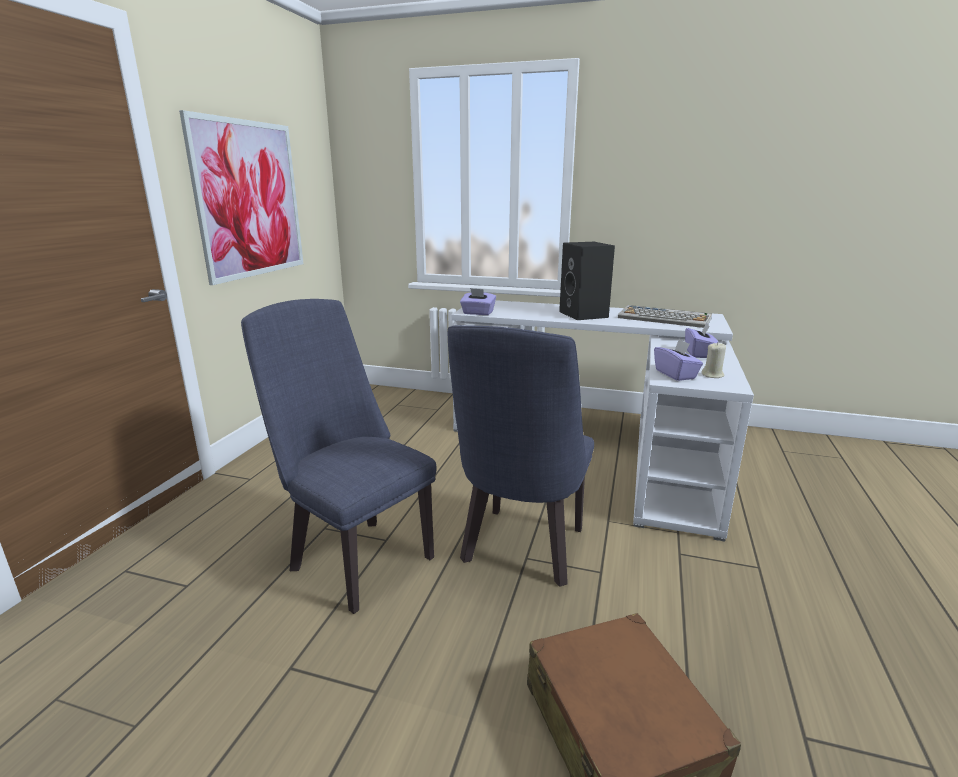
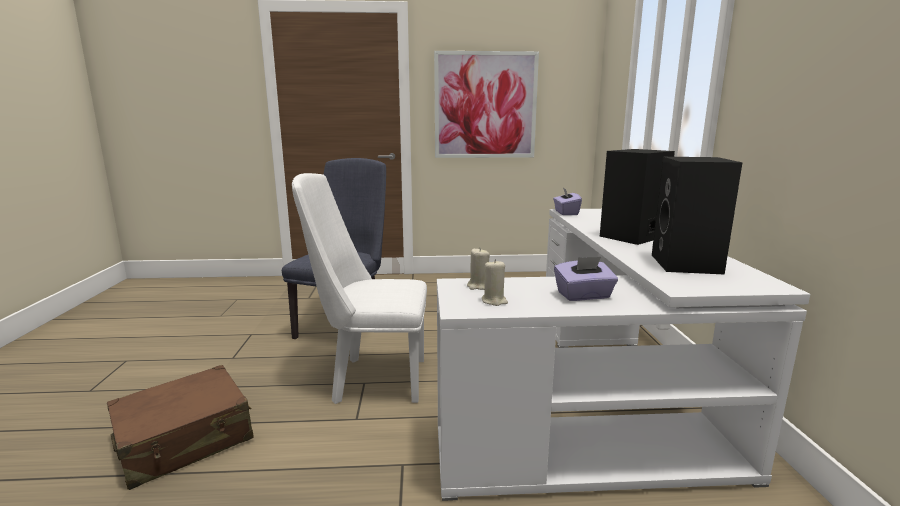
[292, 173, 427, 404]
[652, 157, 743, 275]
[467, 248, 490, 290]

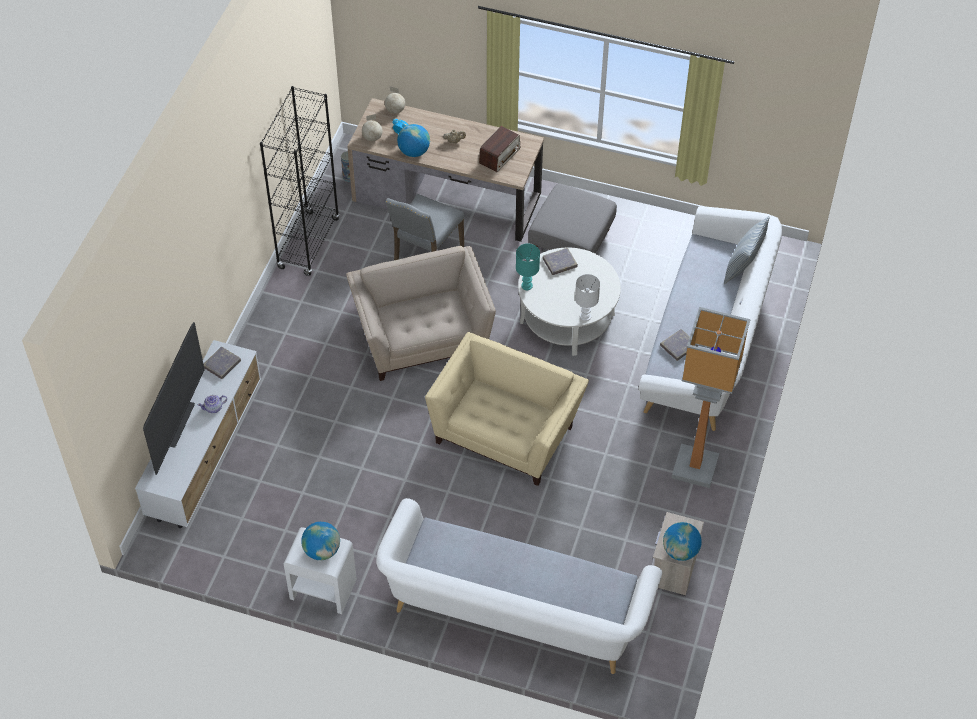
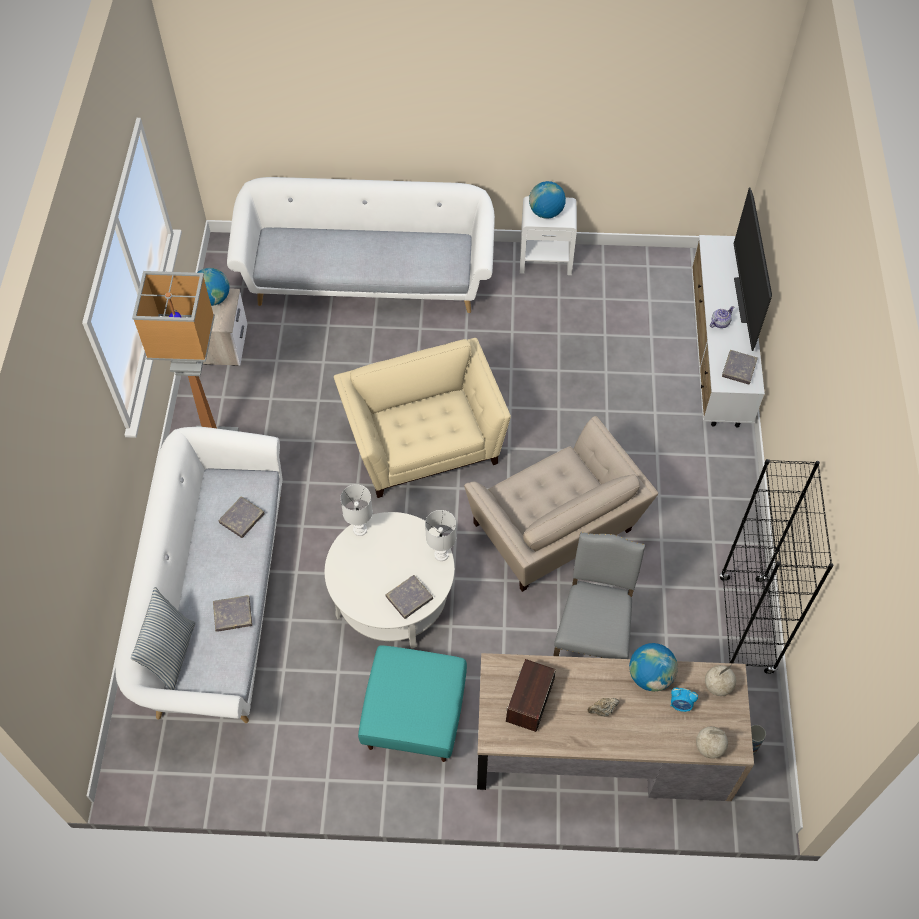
[334, 338, 511, 498]
[425, 510, 456, 561]
[358, 645, 467, 762]
[213, 595, 252, 632]

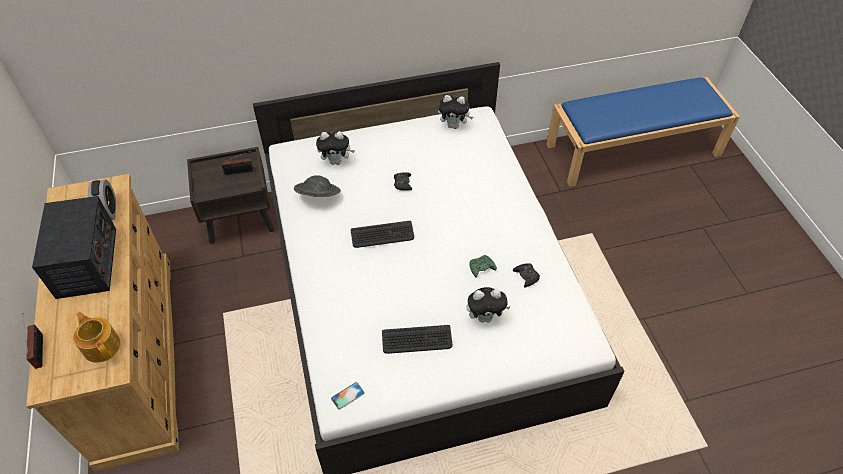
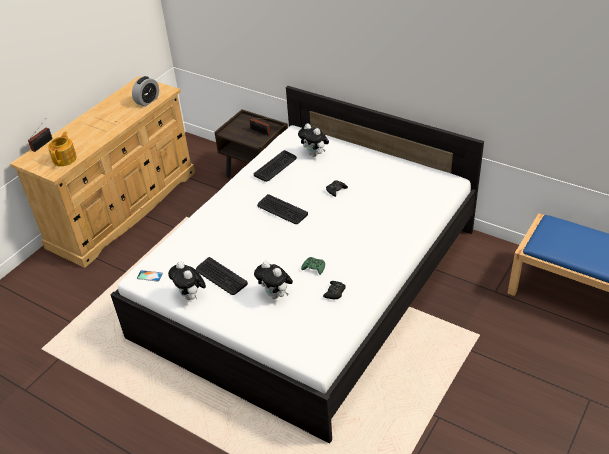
[32, 196, 116, 299] (first image)
[254, 150, 297, 182]
[168, 261, 206, 300]

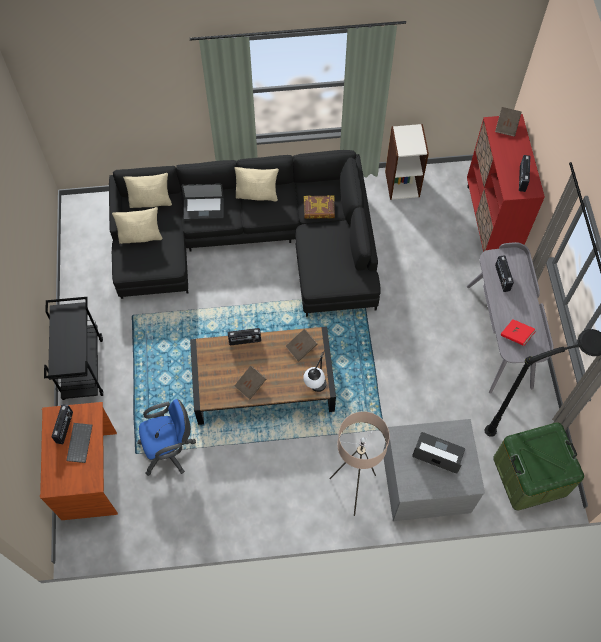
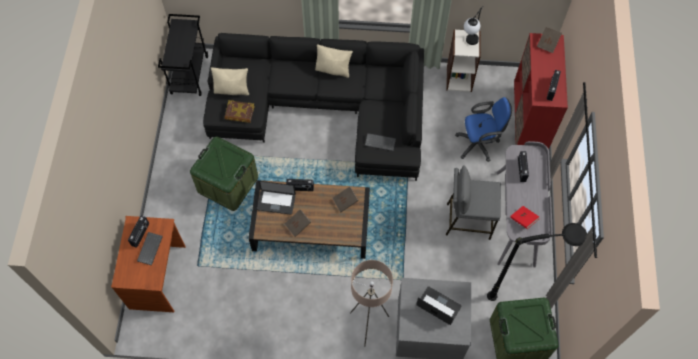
[158, 14, 208, 96]
[123, 173, 172, 208] (first image)
[455, 97, 512, 162]
[257, 181, 296, 215]
[464, 6, 483, 45]
[225, 100, 255, 123]
[190, 137, 258, 211]
[365, 133, 396, 151]
[446, 165, 501, 240]

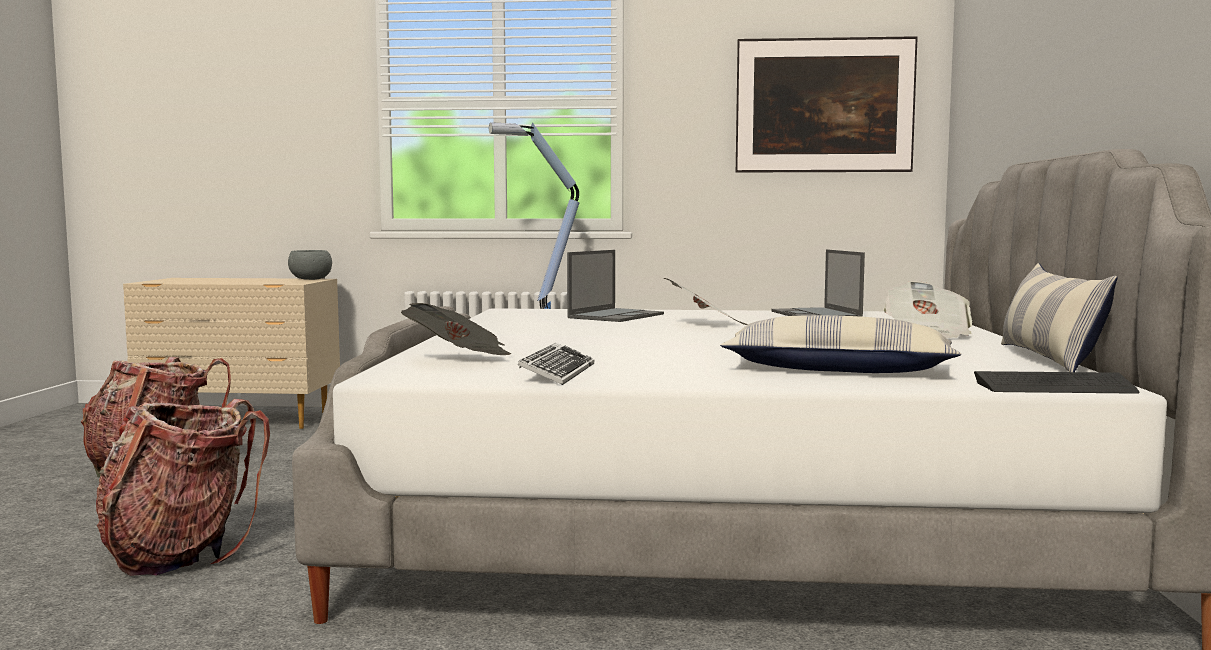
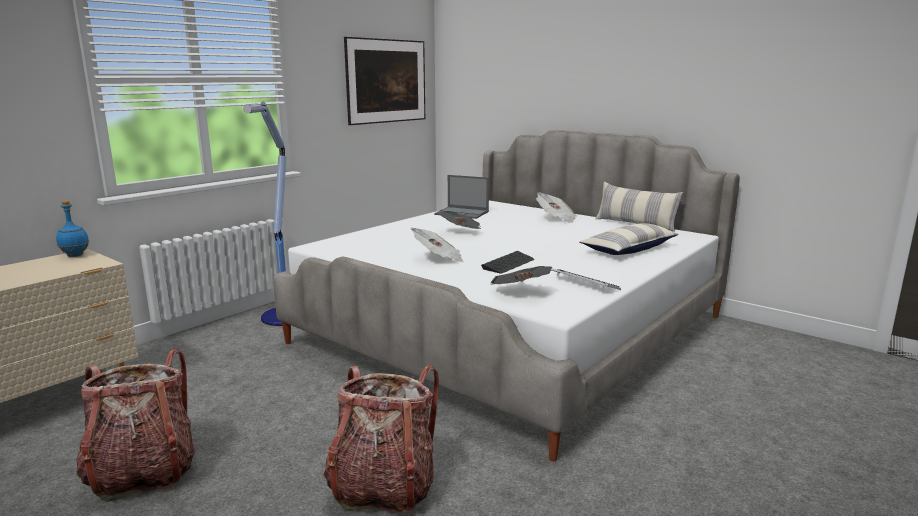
[56, 201, 89, 257]
[567, 250, 664, 322] (first image)
[481, 251, 534, 274]
[410, 228, 464, 262]

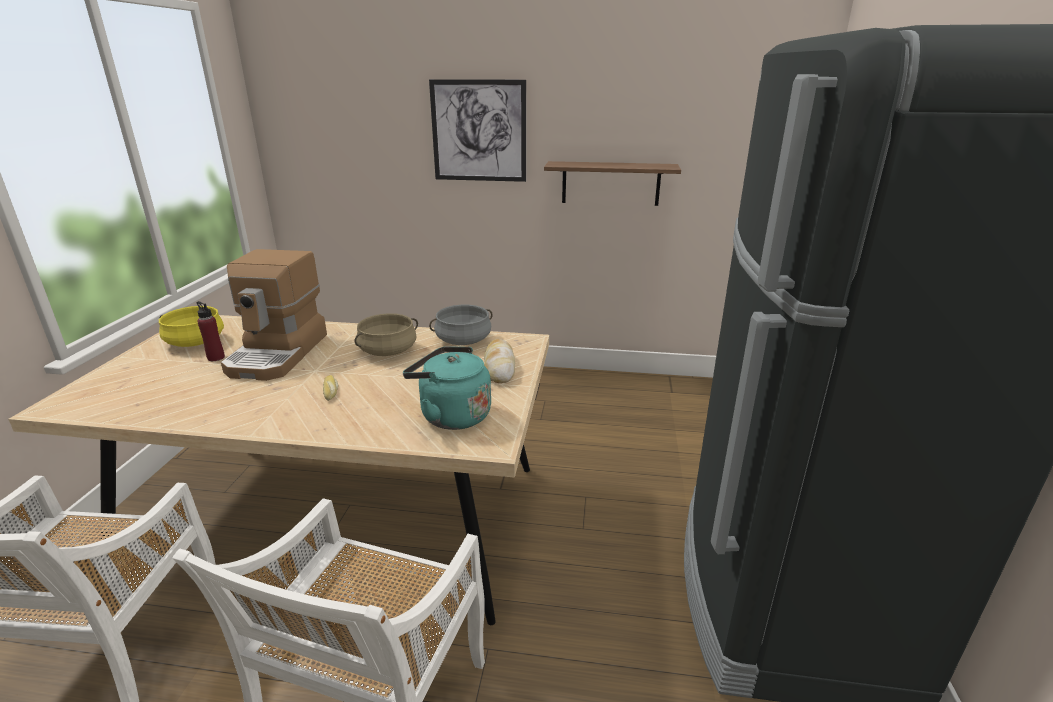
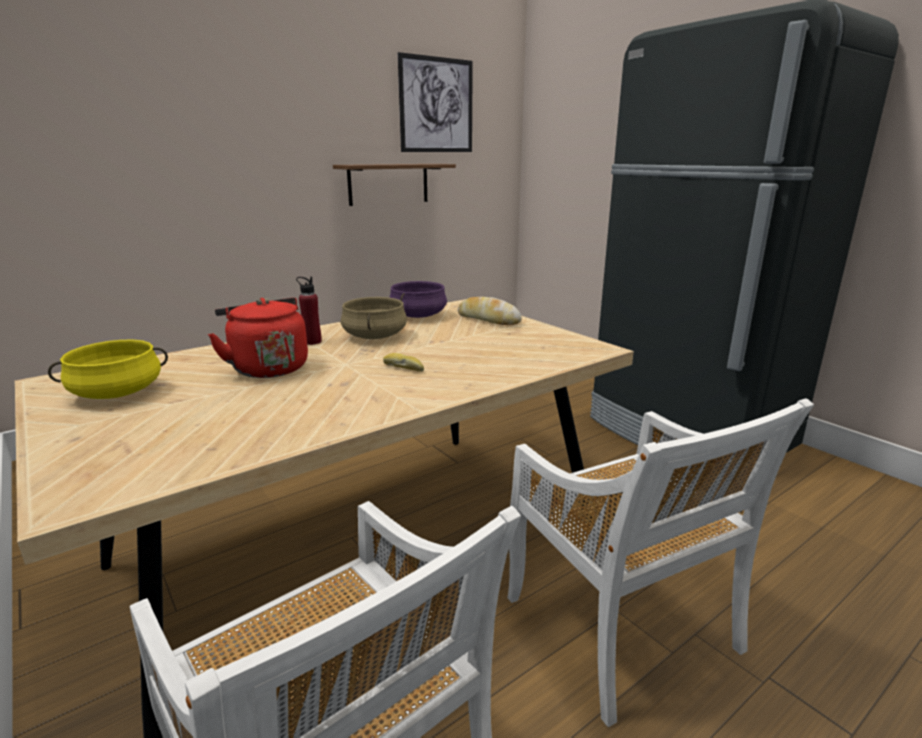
[296, 276, 322, 345]
[208, 298, 308, 378]
[403, 347, 491, 430] (first image)
[398, 52, 473, 152]
[389, 281, 447, 318]

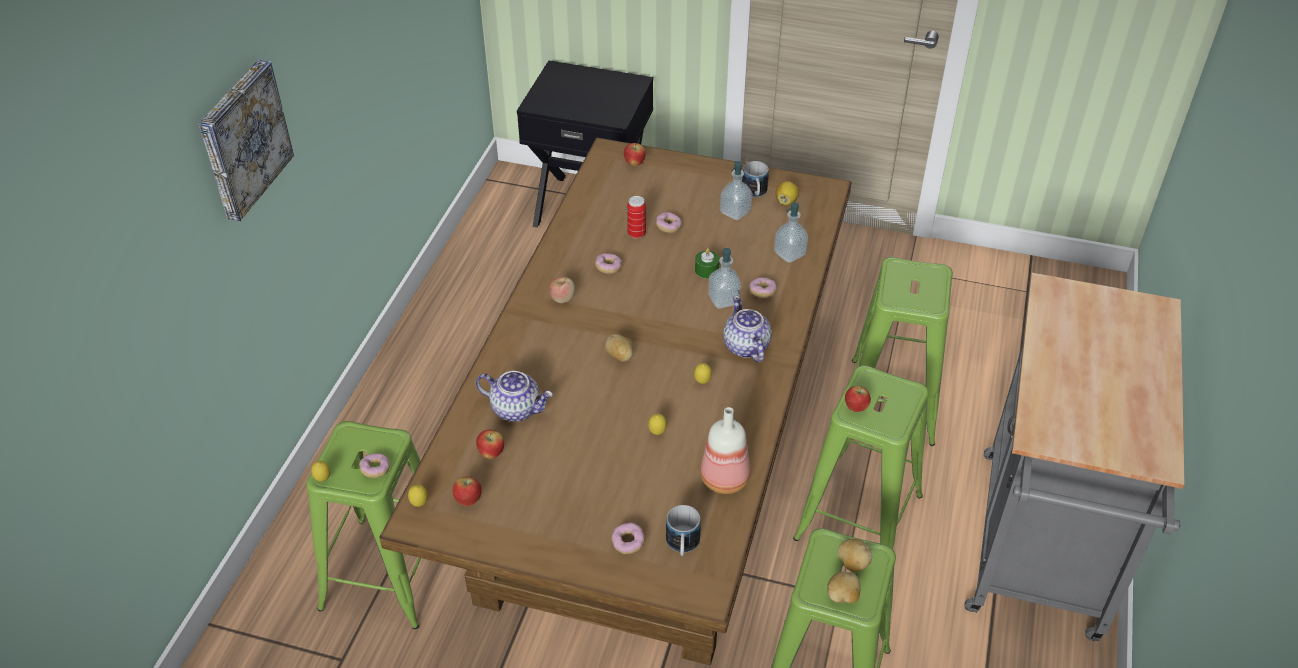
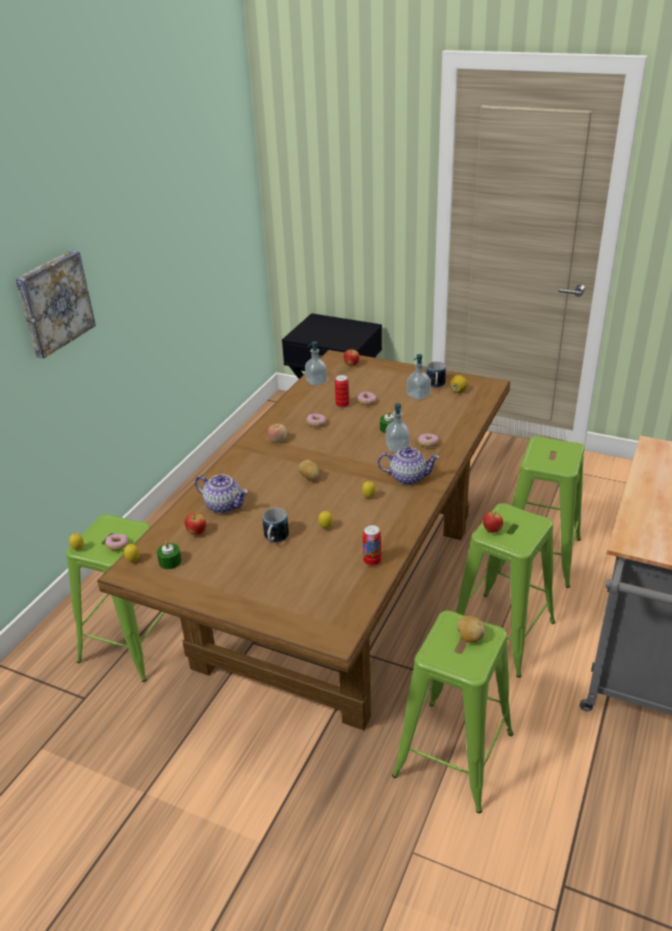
[157, 541, 182, 569]
[611, 523, 645, 554] (first image)
[262, 508, 289, 543]
[363, 525, 381, 566]
[378, 447, 440, 485]
[305, 341, 327, 386]
[827, 571, 860, 603] (first image)

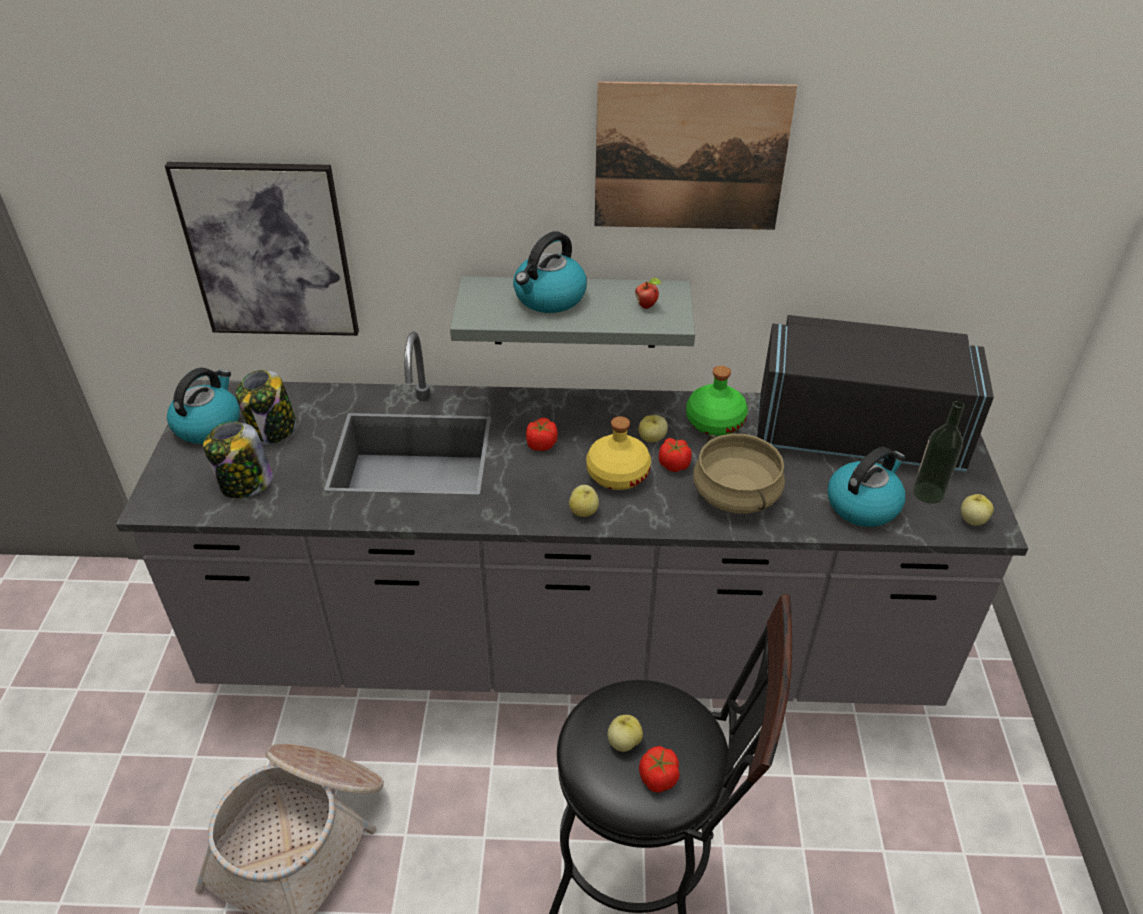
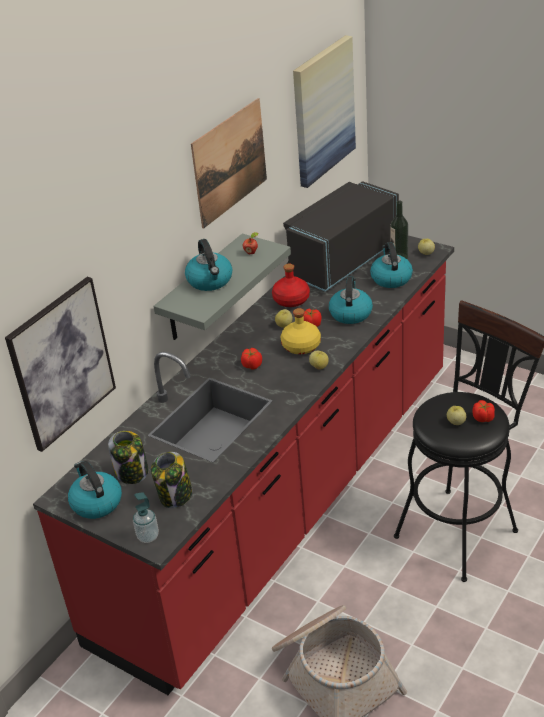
[33, 235, 454, 695]
[272, 264, 310, 307]
[329, 276, 373, 324]
[133, 492, 159, 543]
[293, 35, 356, 188]

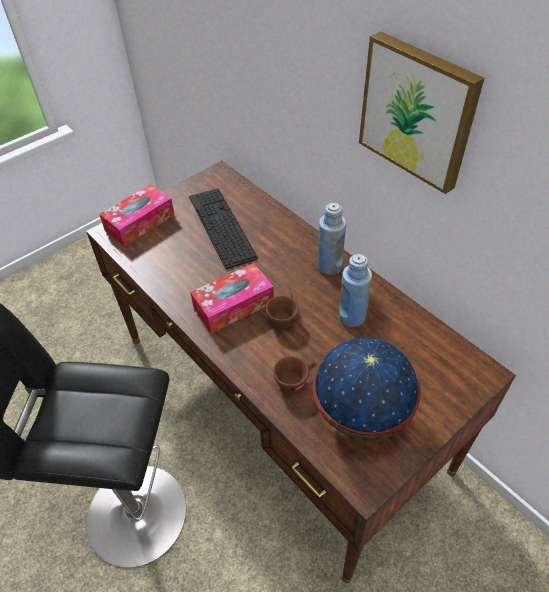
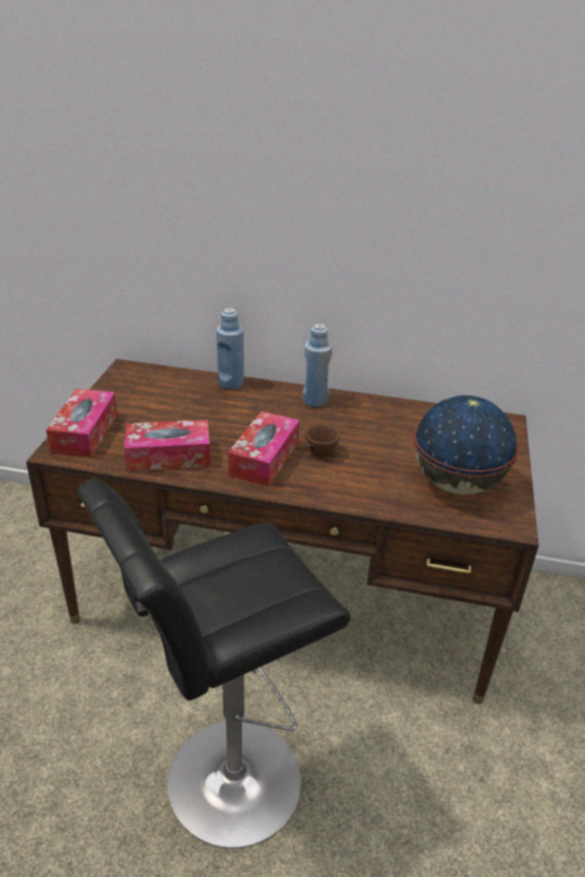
[189, 188, 258, 269] (first image)
[273, 356, 316, 393] (first image)
[216, 308, 244, 389]
[359, 31, 484, 194] (first image)
[124, 420, 210, 471]

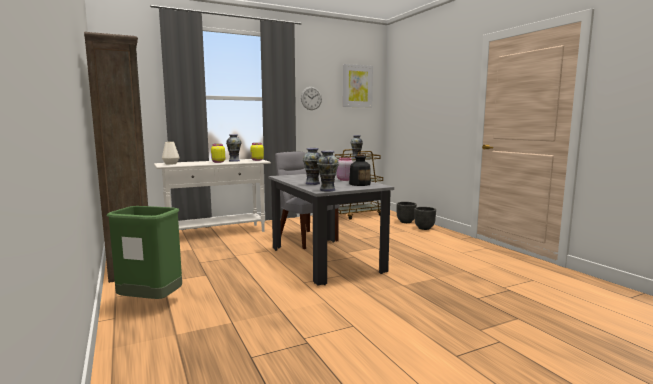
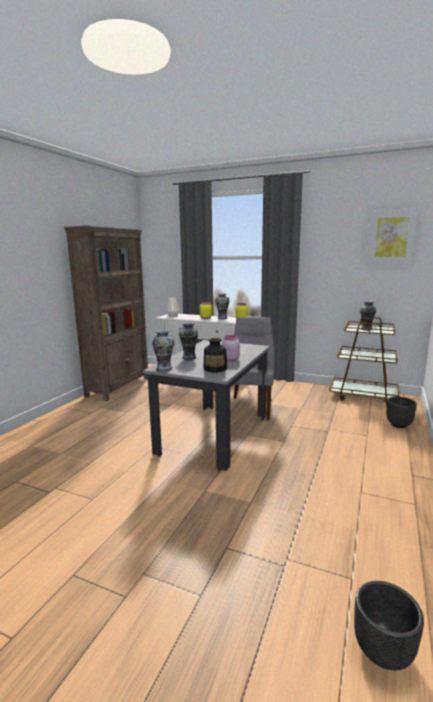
[107, 206, 182, 299] (first image)
[301, 87, 322, 110] (first image)
[354, 581, 424, 670]

